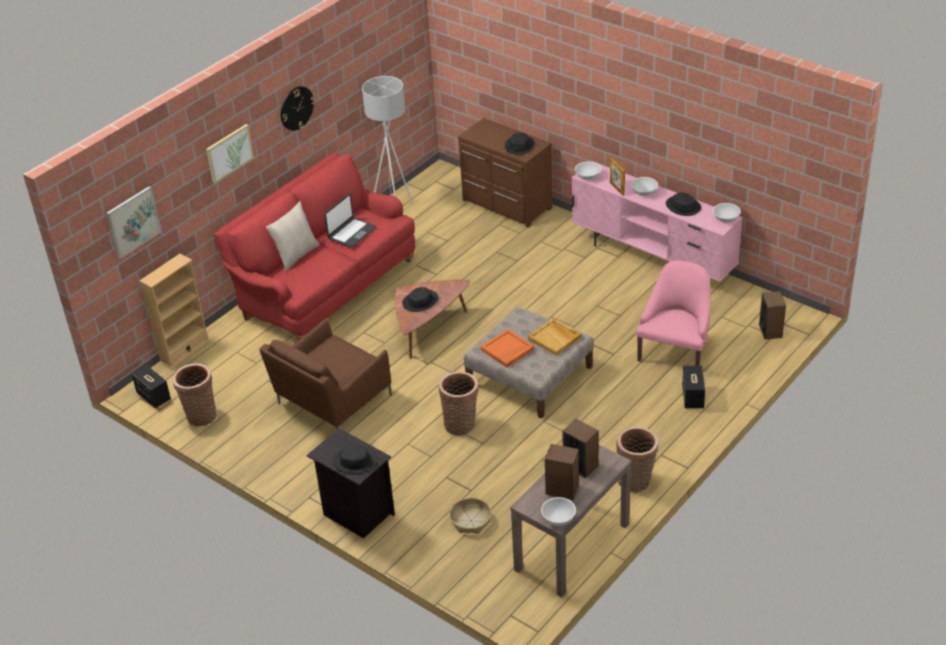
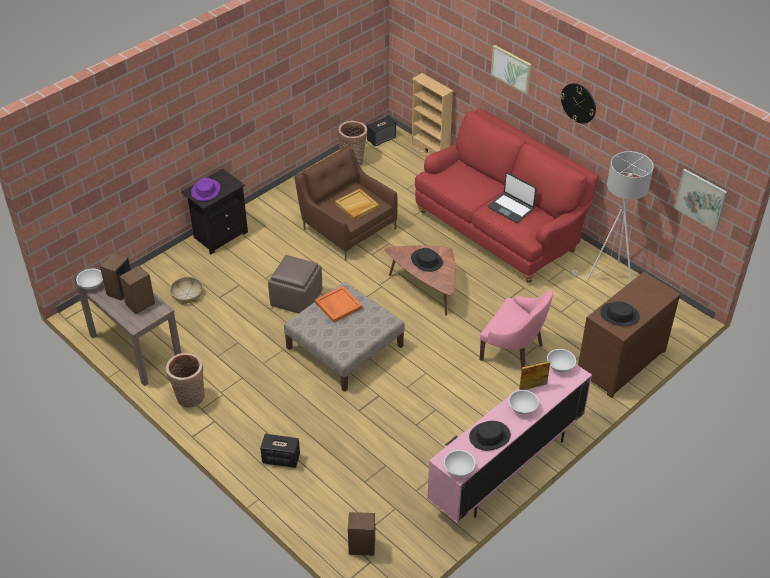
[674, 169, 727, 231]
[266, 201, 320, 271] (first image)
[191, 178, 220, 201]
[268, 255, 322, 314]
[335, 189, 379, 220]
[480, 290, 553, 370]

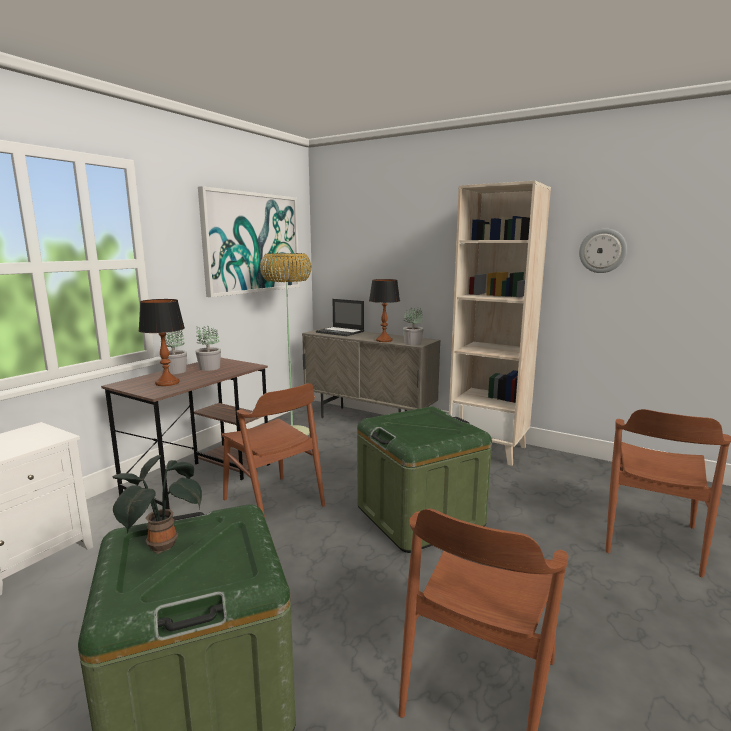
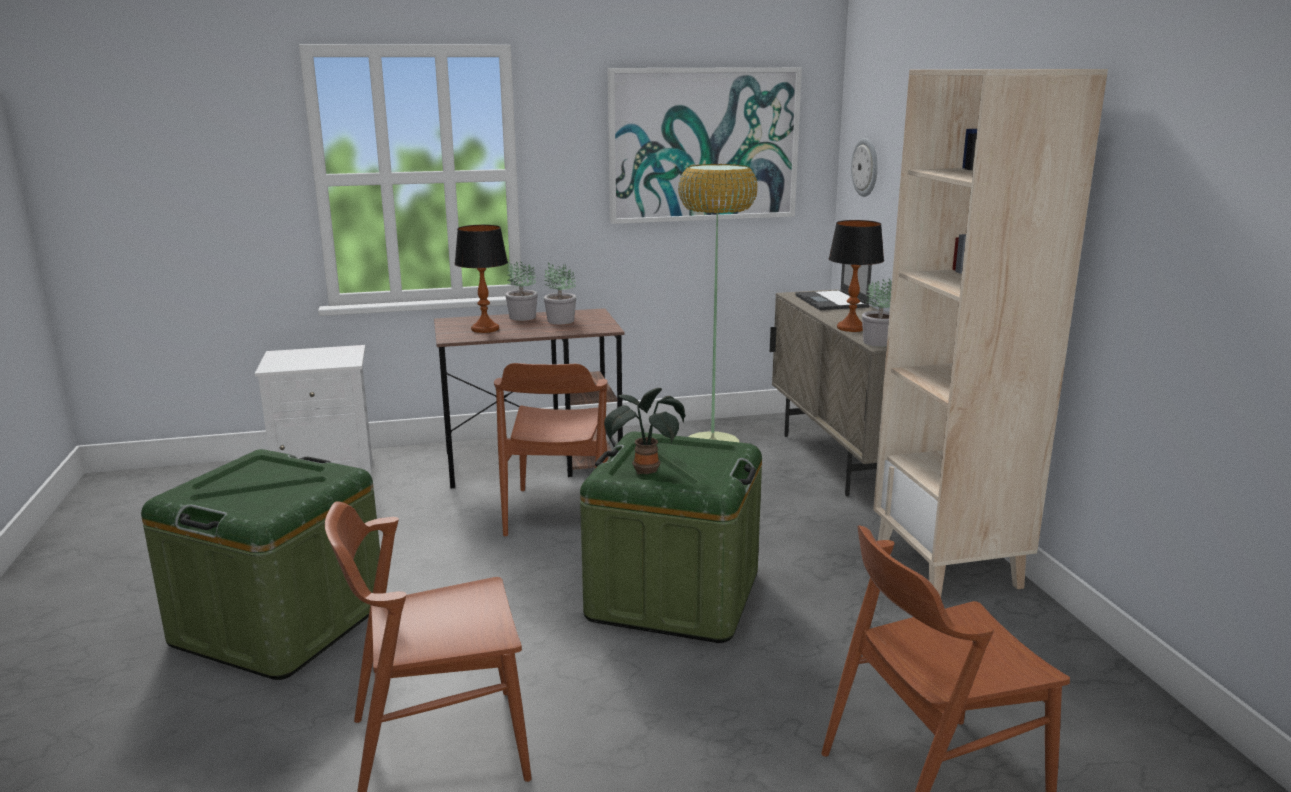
[604, 388, 686, 474]
[851, 138, 878, 197]

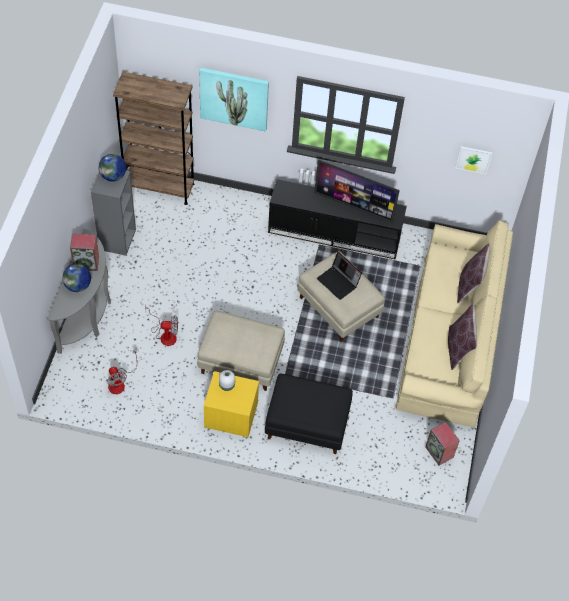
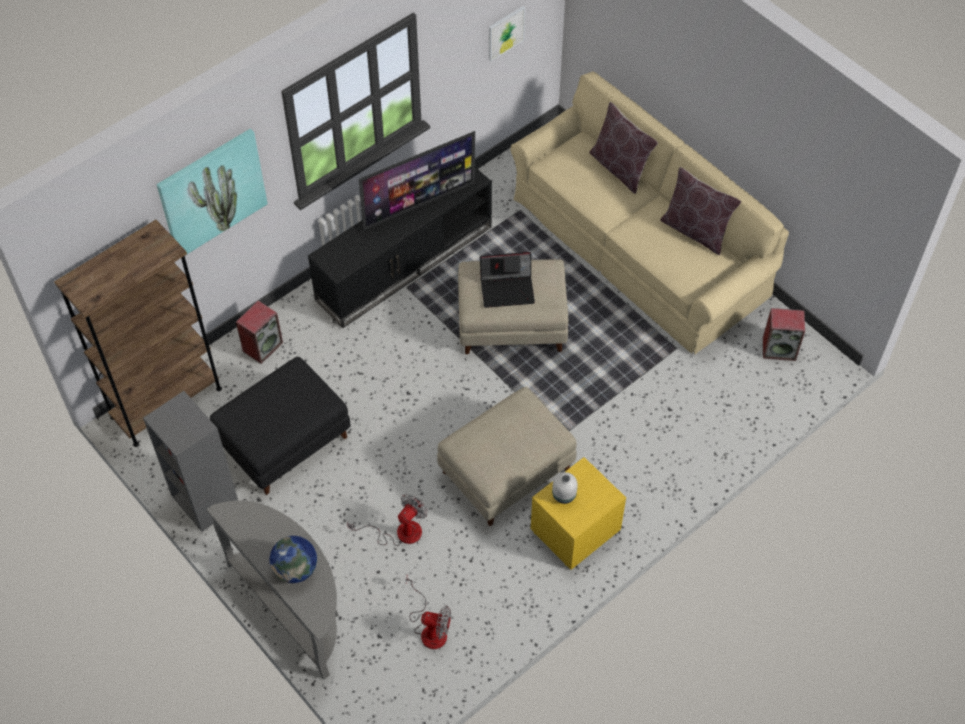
[236, 300, 283, 364]
[99, 154, 126, 181] (first image)
[210, 357, 350, 495]

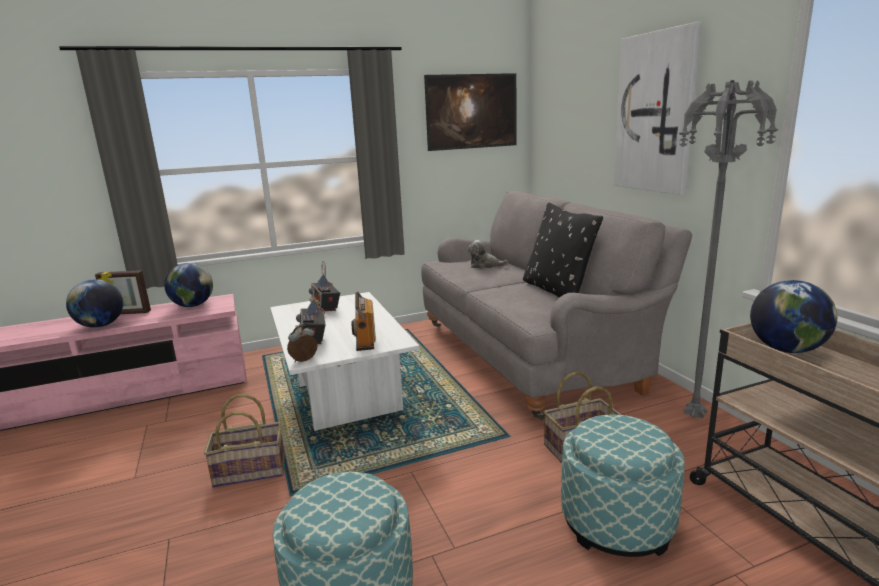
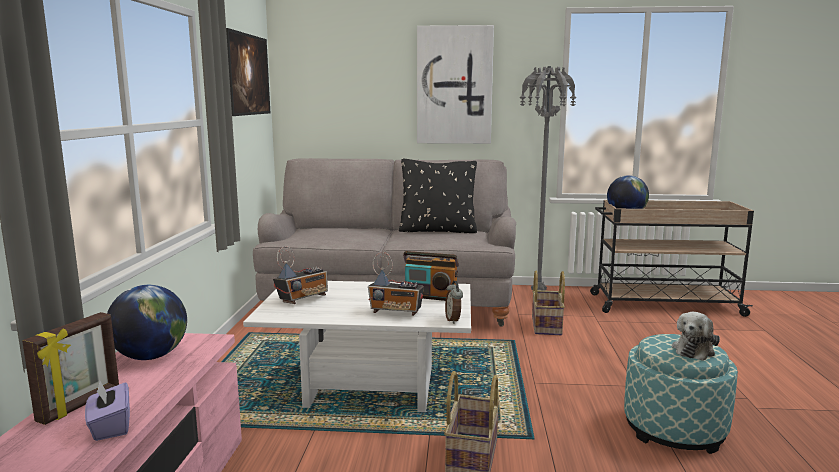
[85, 381, 130, 441]
[273, 246, 328, 304]
[672, 312, 720, 361]
[561, 415, 685, 557] (first image)

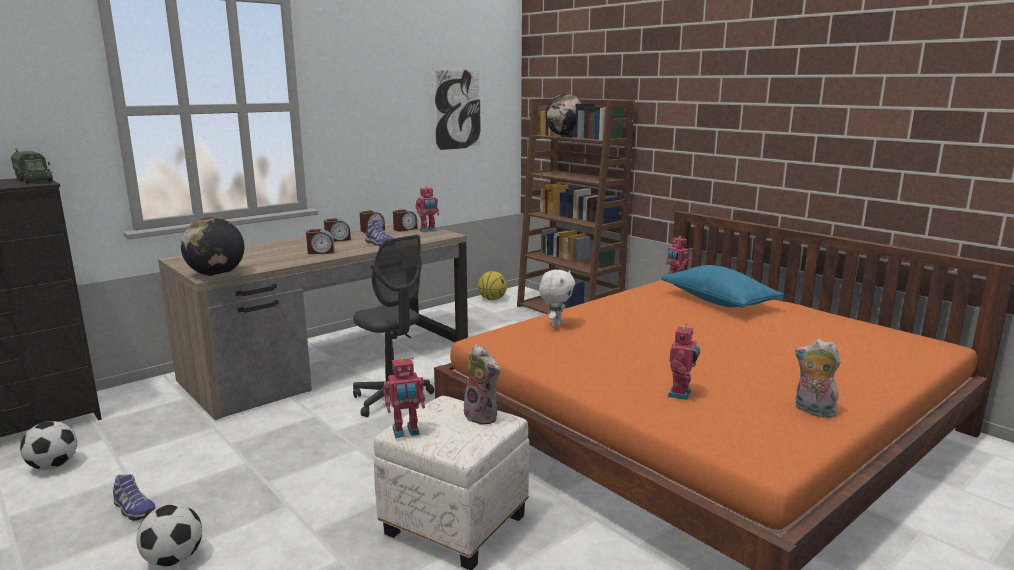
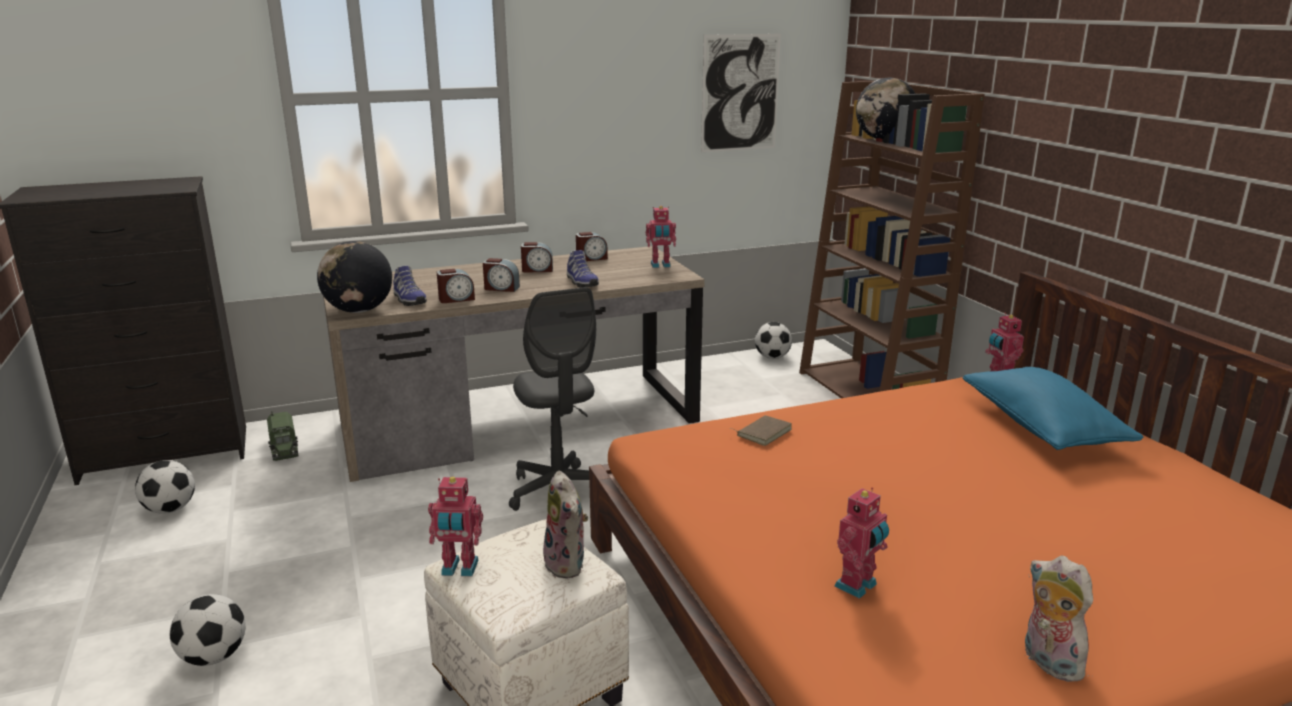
[267, 411, 299, 461]
[393, 266, 427, 306]
[437, 269, 475, 303]
[755, 322, 792, 359]
[729, 415, 792, 446]

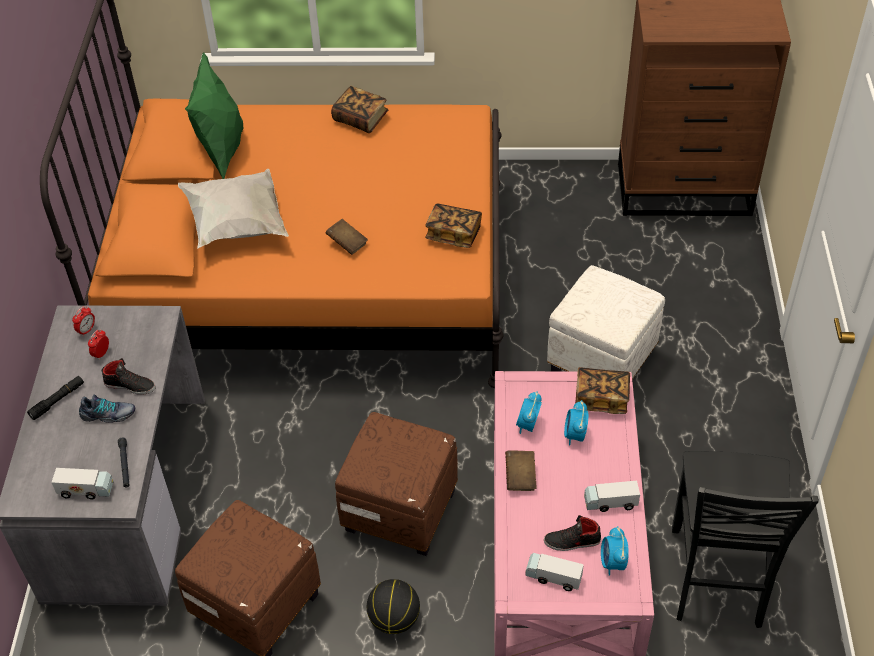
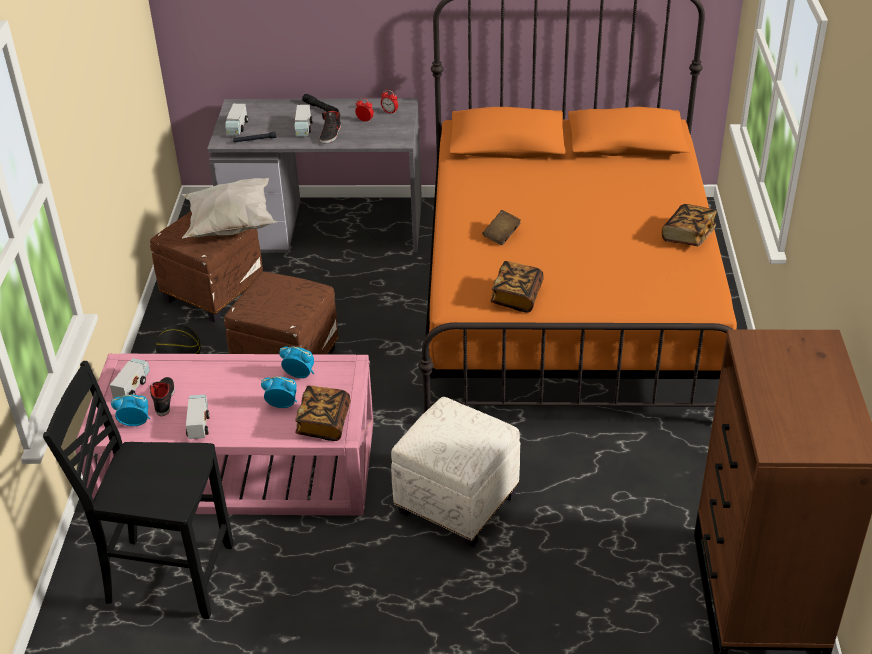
[294, 105, 313, 137]
[182, 178, 277, 238]
[185, 52, 244, 179] (first image)
[505, 450, 536, 491] (first image)

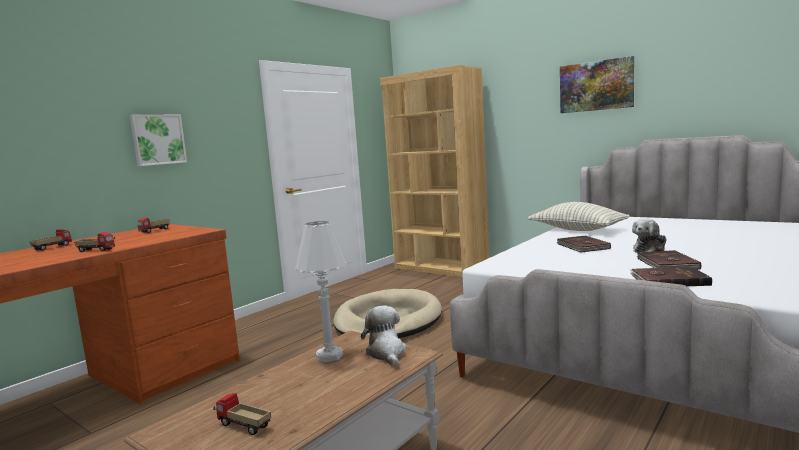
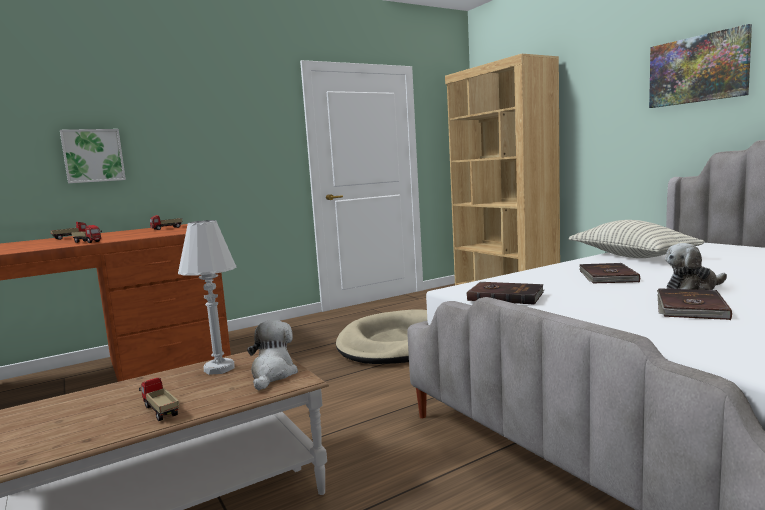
[60, 129, 126, 183]
[139, 378, 179, 421]
[466, 282, 544, 305]

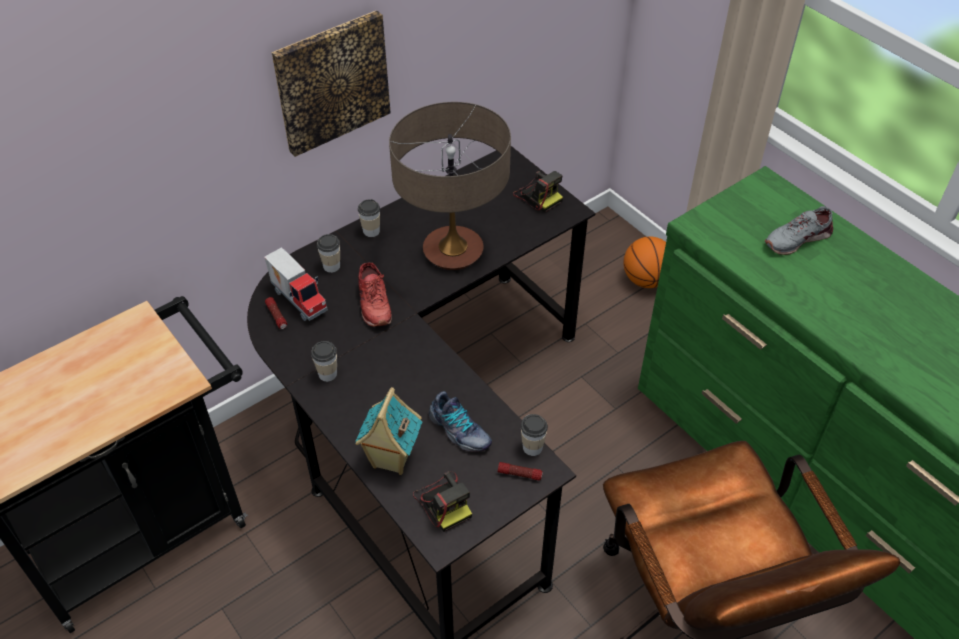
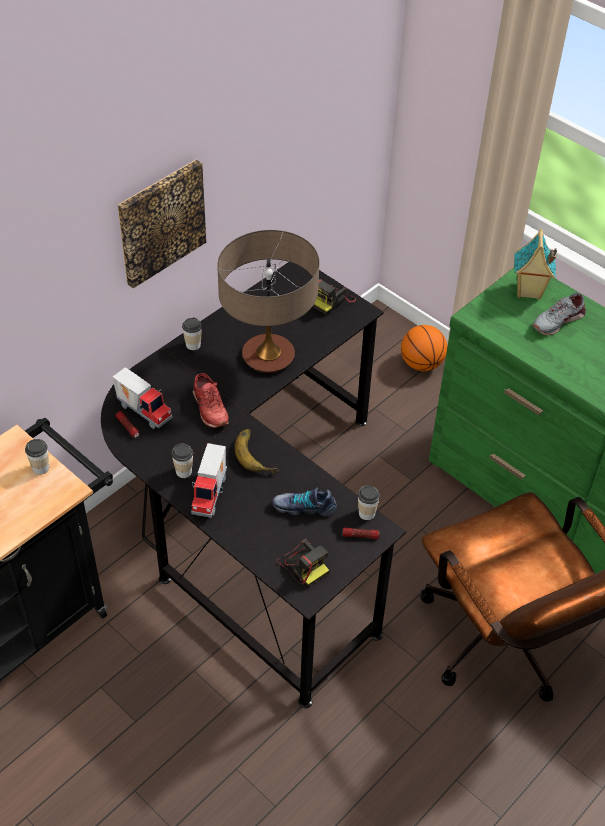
[25, 439, 49, 475]
[514, 229, 557, 300]
[272, 488, 337, 517]
[313, 279, 356, 315]
[191, 443, 227, 518]
[235, 429, 279, 474]

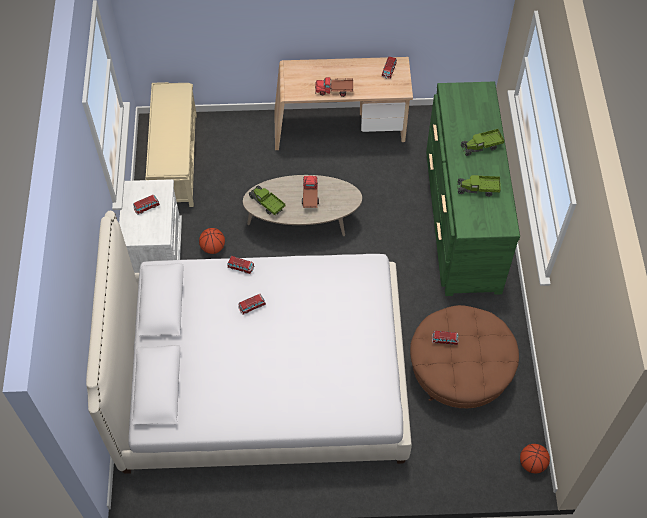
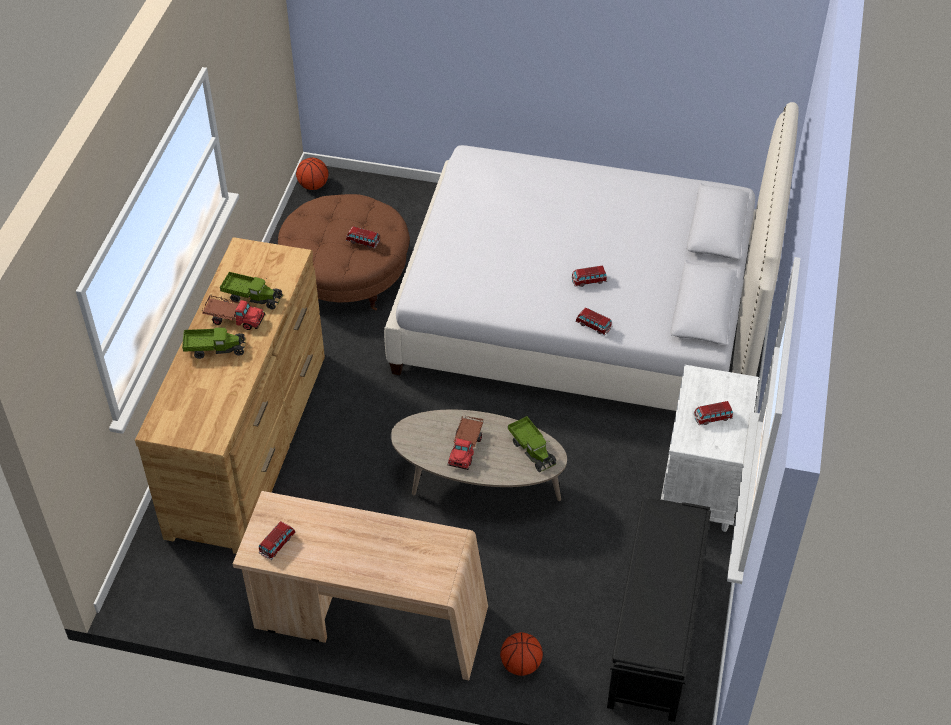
[607, 498, 711, 722]
[500, 632, 543, 676]
[202, 295, 265, 330]
[135, 237, 325, 554]

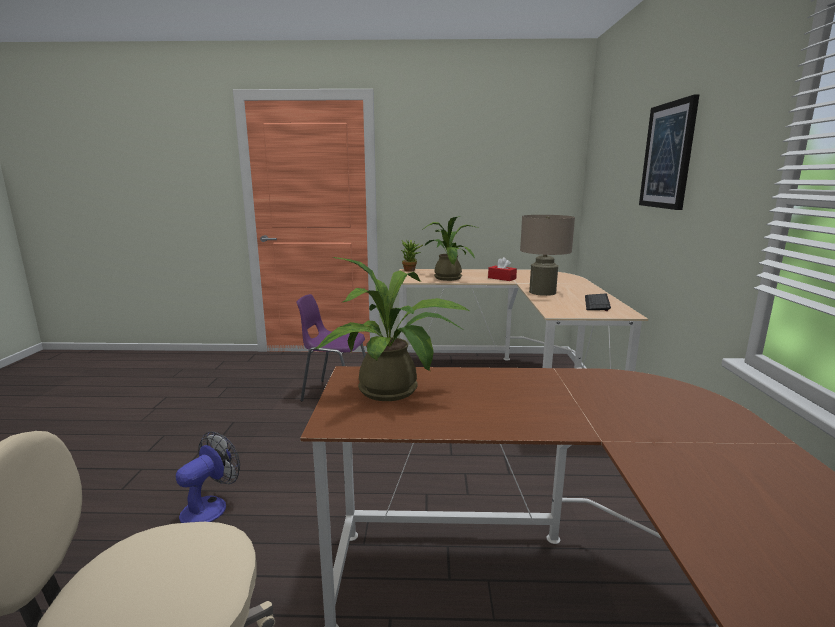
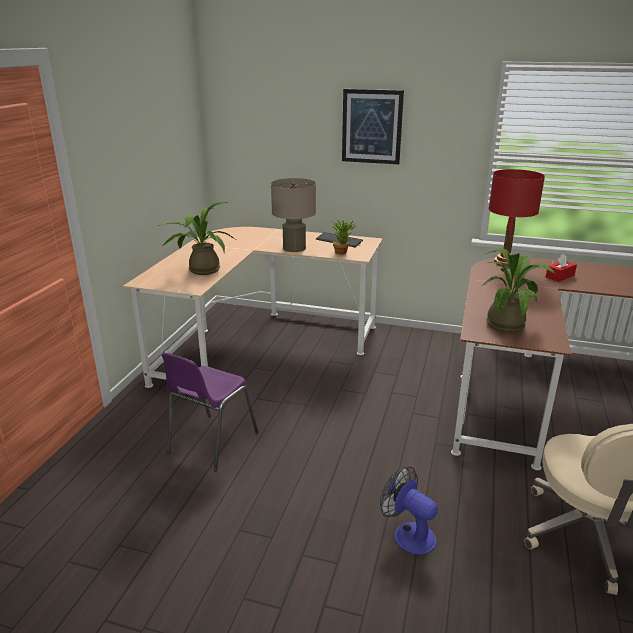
[330, 220, 356, 255]
[546, 254, 577, 282]
[488, 169, 545, 267]

